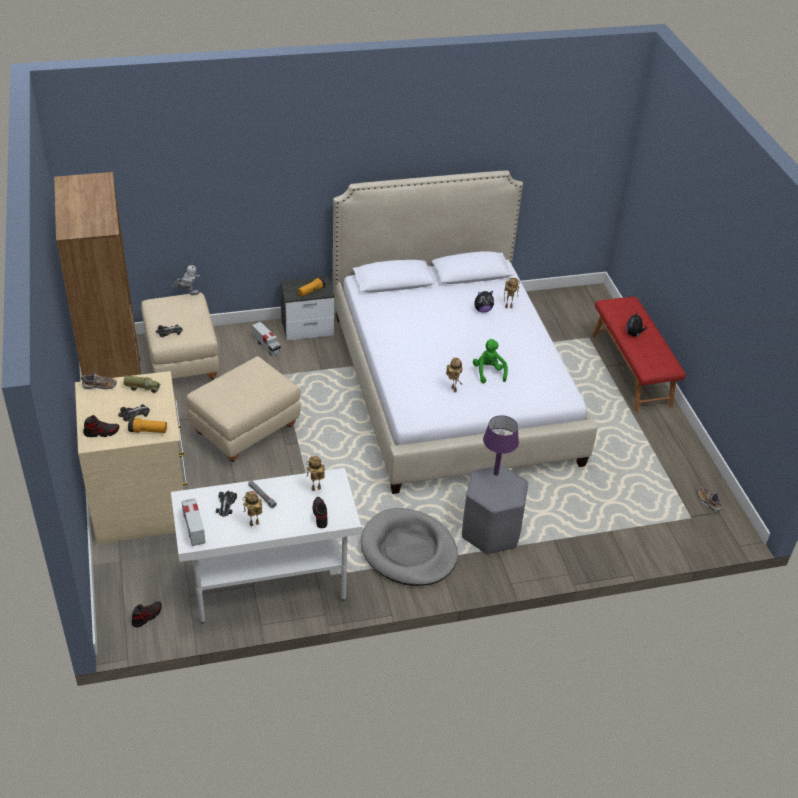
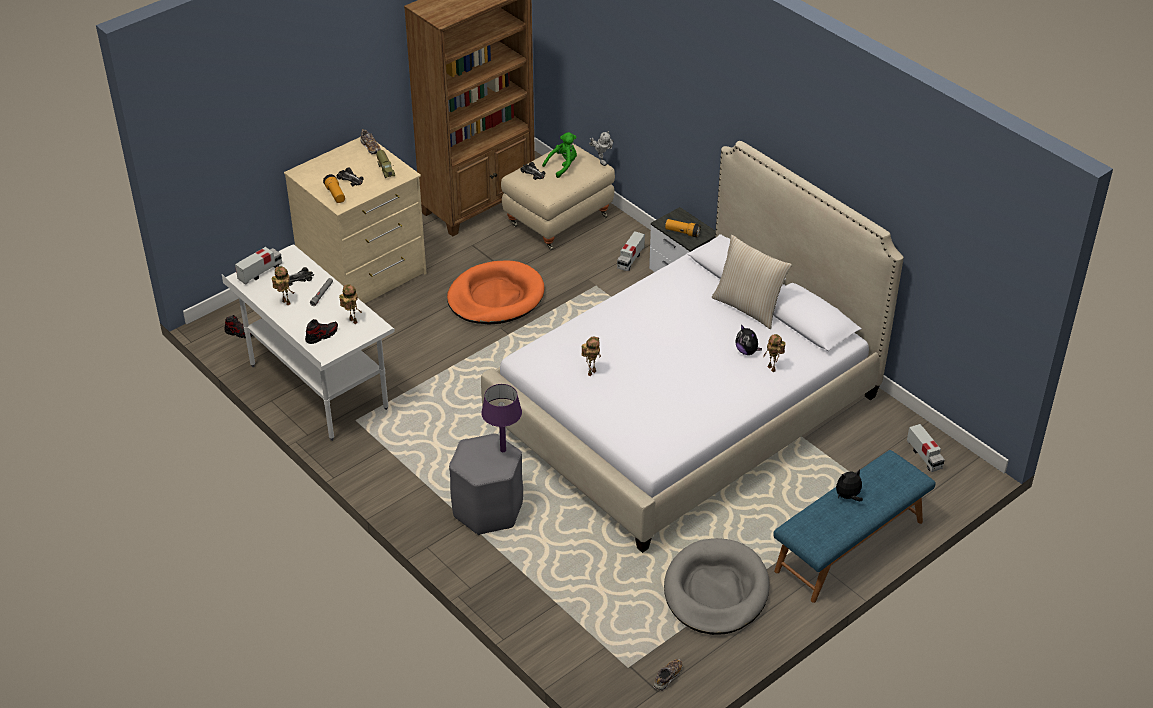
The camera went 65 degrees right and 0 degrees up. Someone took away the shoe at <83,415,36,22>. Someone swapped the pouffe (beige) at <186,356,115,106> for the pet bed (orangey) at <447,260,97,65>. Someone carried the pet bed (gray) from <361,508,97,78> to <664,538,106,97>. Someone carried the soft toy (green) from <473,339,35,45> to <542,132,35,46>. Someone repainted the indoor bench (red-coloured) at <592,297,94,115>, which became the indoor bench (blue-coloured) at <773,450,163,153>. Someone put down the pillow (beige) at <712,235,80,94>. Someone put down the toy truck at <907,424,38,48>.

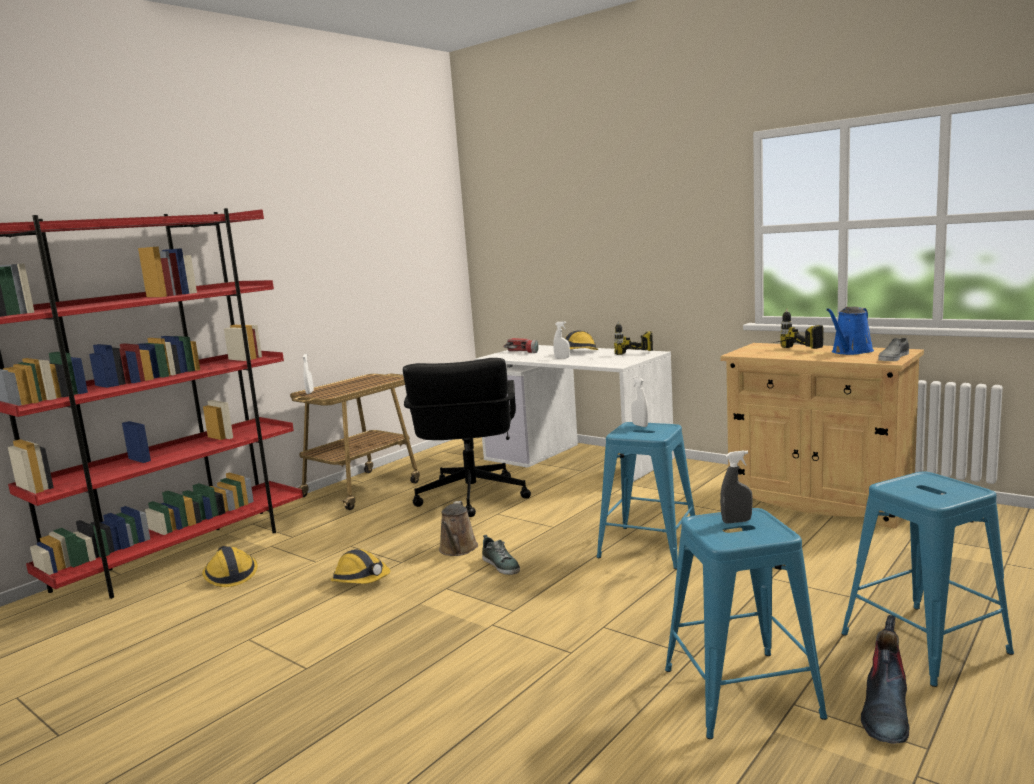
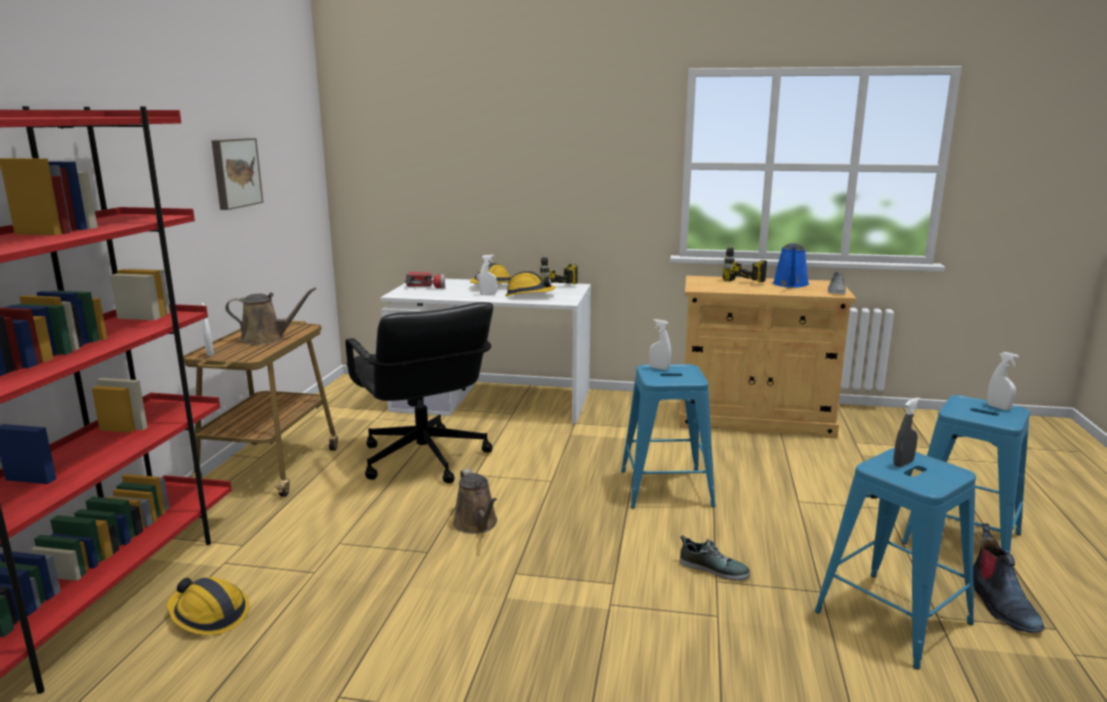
The camera went 30 degrees left and 5 degrees up. Someone carried the safety helmet from <331,549,59,35> to <505,271,51,25>. Someone carried the shoe from <482,535,38,40> to <680,535,70,46>. Someone put up the wall art at <211,138,52,72>. Someone put down the watering pot (brown-coloured) at <225,287,91,58>. Someone put down the spray bottle (white) at <987,352,32,58>.

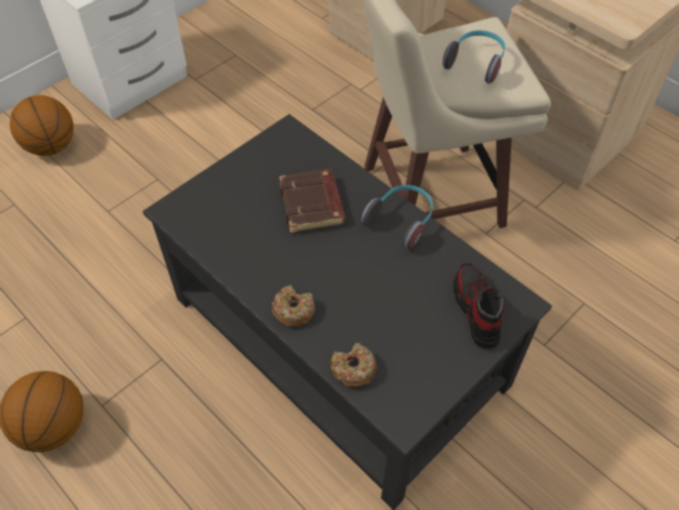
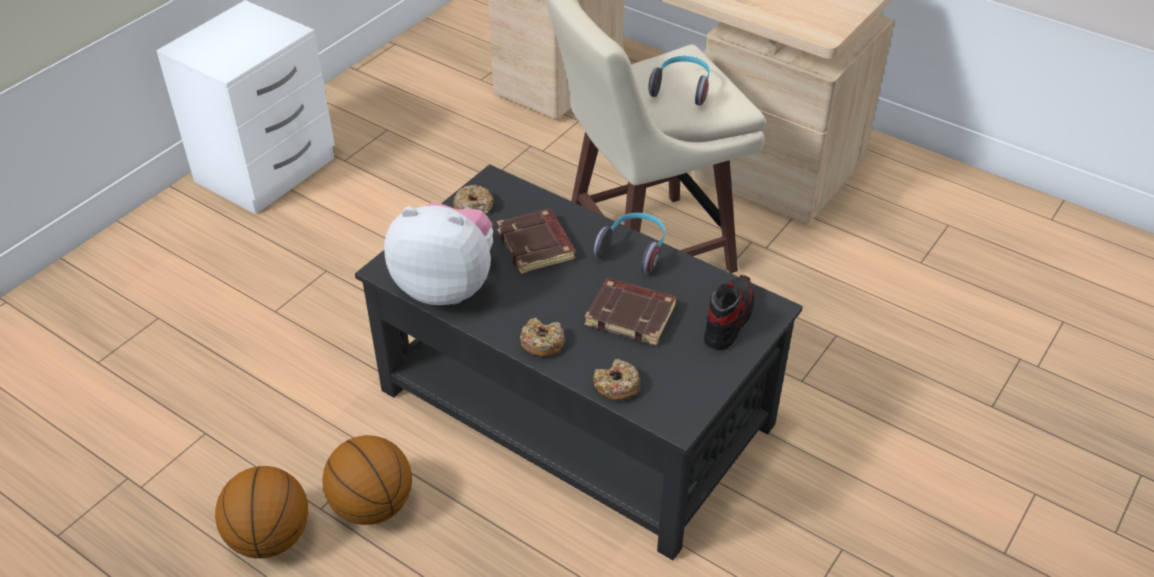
The camera went 10 degrees left and 10 degrees down. Someone carried the ball for basketball from <10,95,64,61> to <322,435,90,90>. Someone rotated the shoe at <453,263,52,86> by 45 degrees clockwise. Someone put down the soft toy at <384,203,109,102>. Someone put down the ring doughnut at <453,185,41,29>. Someone put down the bound book (brown-coloured) at <584,278,93,68>.

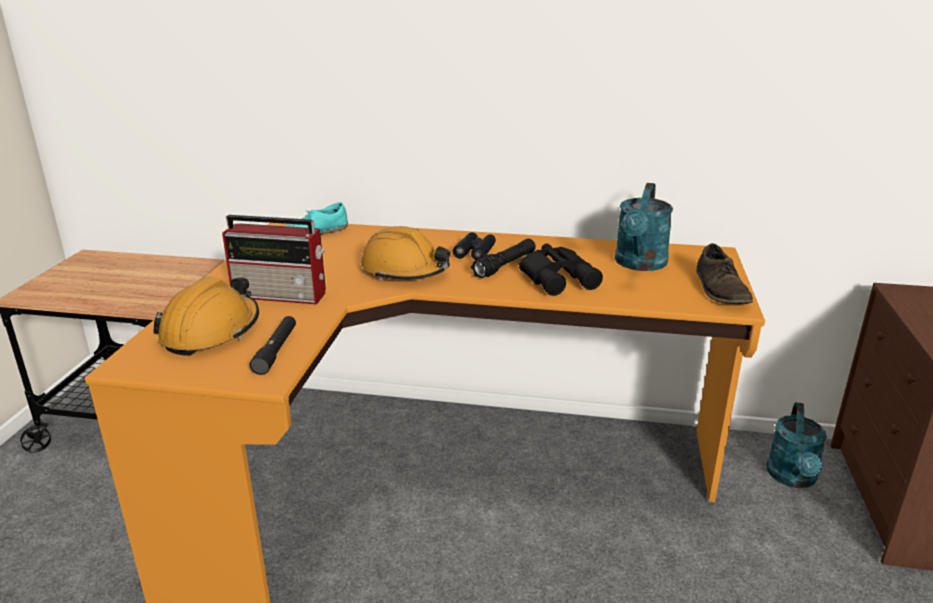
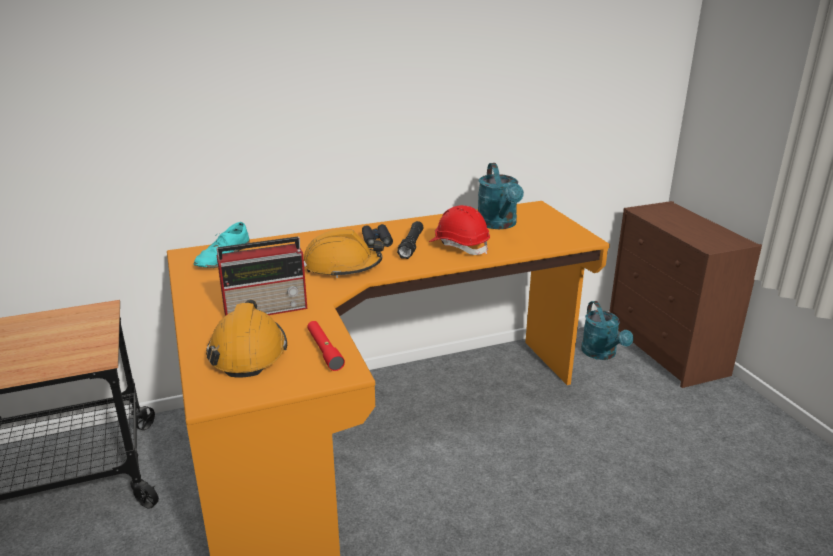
The camera went 30 degrees left and 0 degrees up. Someone repainted the flashlight (black-coloured) at <250,316,46,59>, which became the flashlight (red-coloured) at <307,321,38,50>. Someone swapped the field glasses (black-coloured) at <519,244,84,52> for the safety helmet (red-coloured) at <429,205,61,50>. Someone took away the shoe (brown-coloured) at <696,243,57,61>.

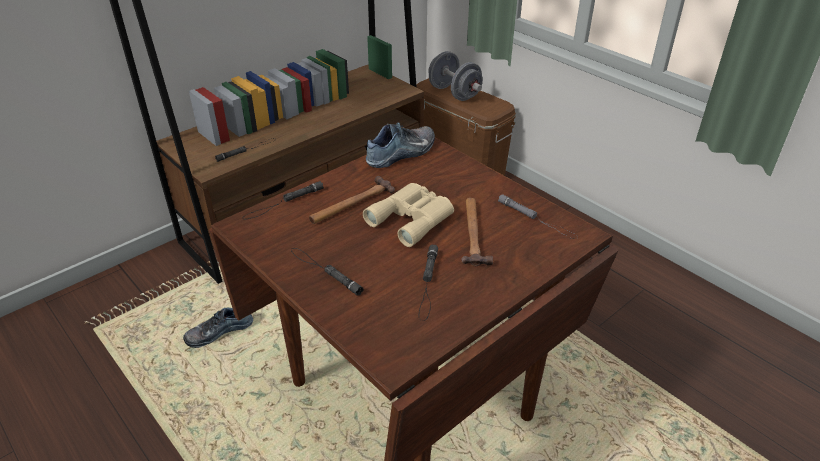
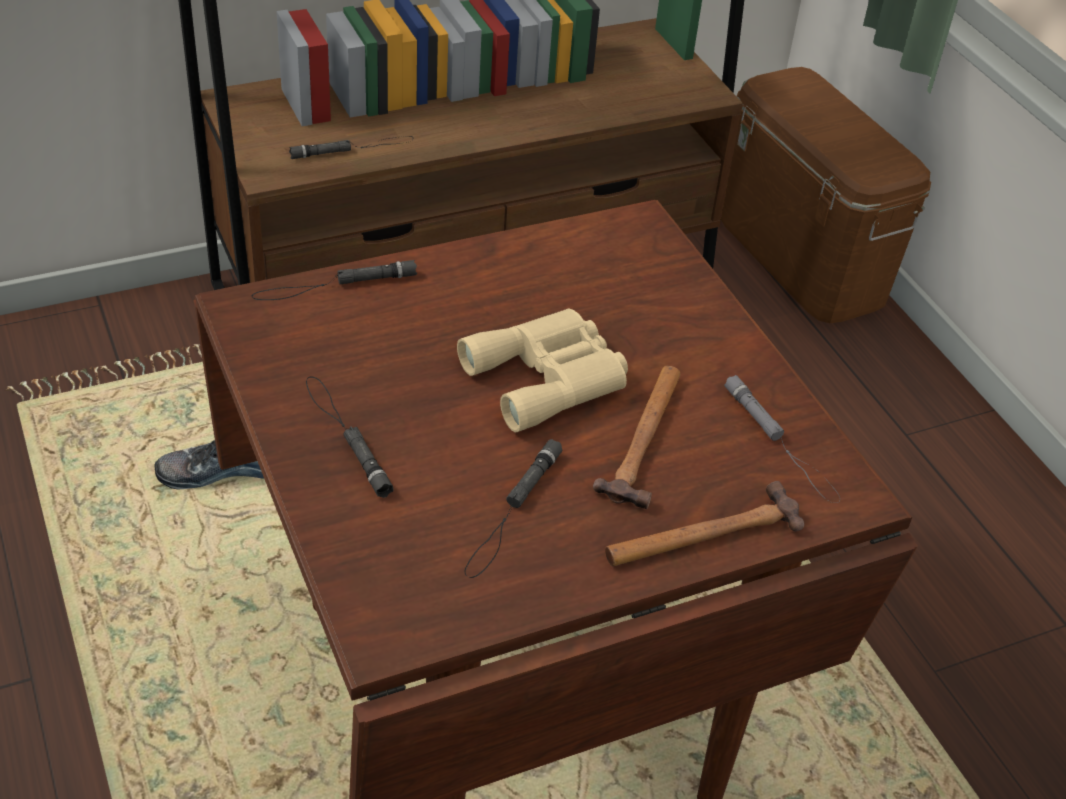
The camera went 15 degrees right and 5 degrees up. Someone carried the hammer from <309,176,86,48> to <605,481,199,85>. Someone took away the shoe at <366,122,69,46>. Someone took away the hand weight (gray) at <429,51,54,50>.

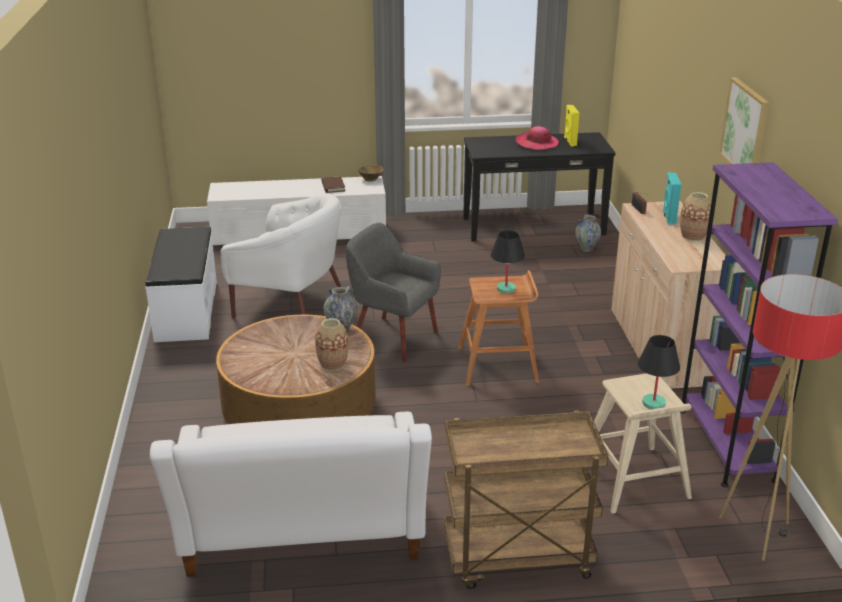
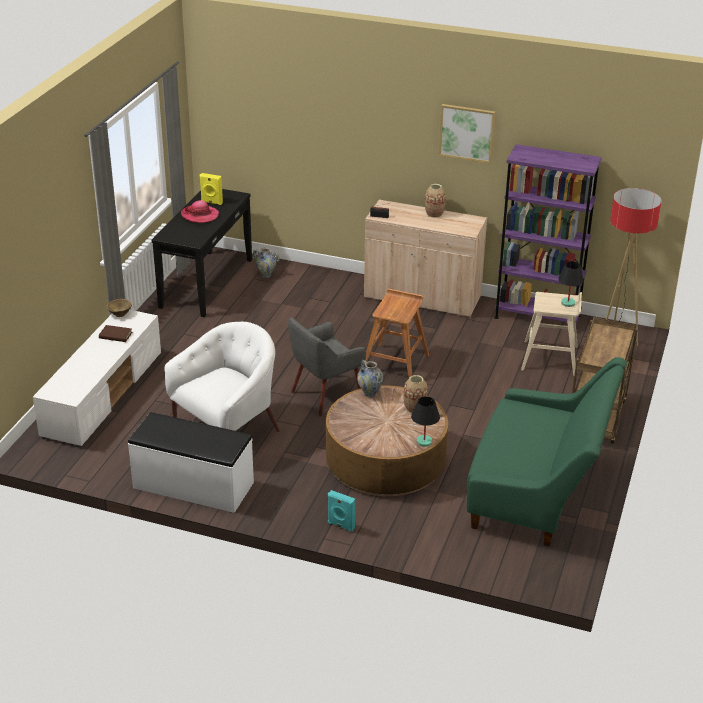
The camera went 65 degrees left and 5 degrees up. Someone repainted the sofa (white) at <150,412,282,165>, which became the sofa (green) at <467,357,160,189>. Someone carried the table lamp (black-coloured) from <491,230,34,63> to <411,396,29,51>. Someone carried the loudspeaker (turquoise-coloured) from <663,172,18,53> to <328,490,27,42>.

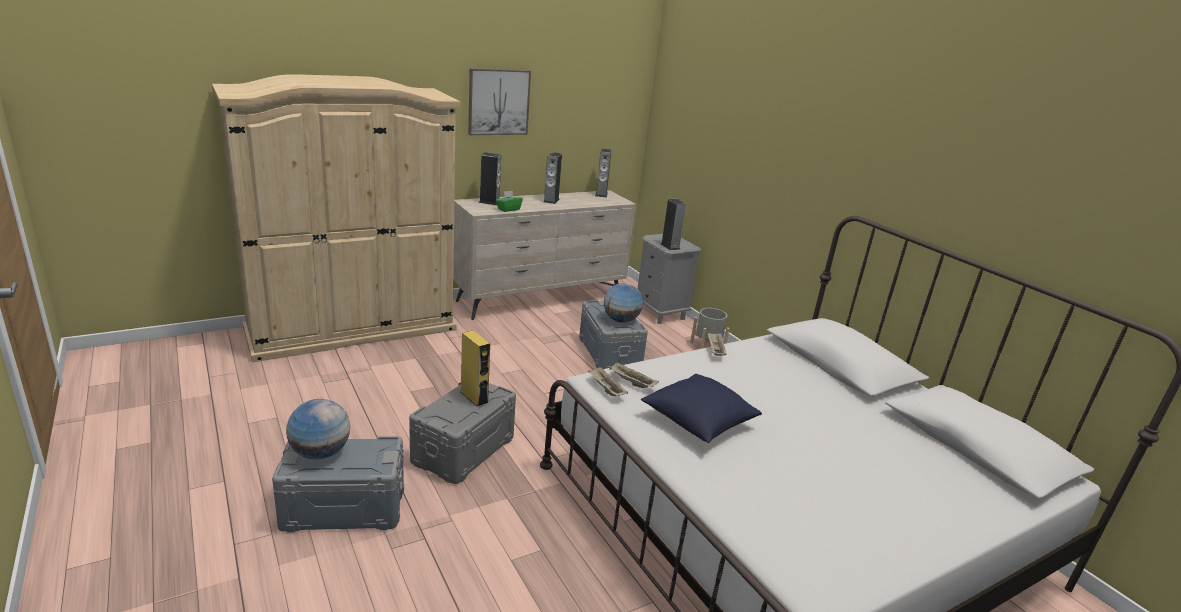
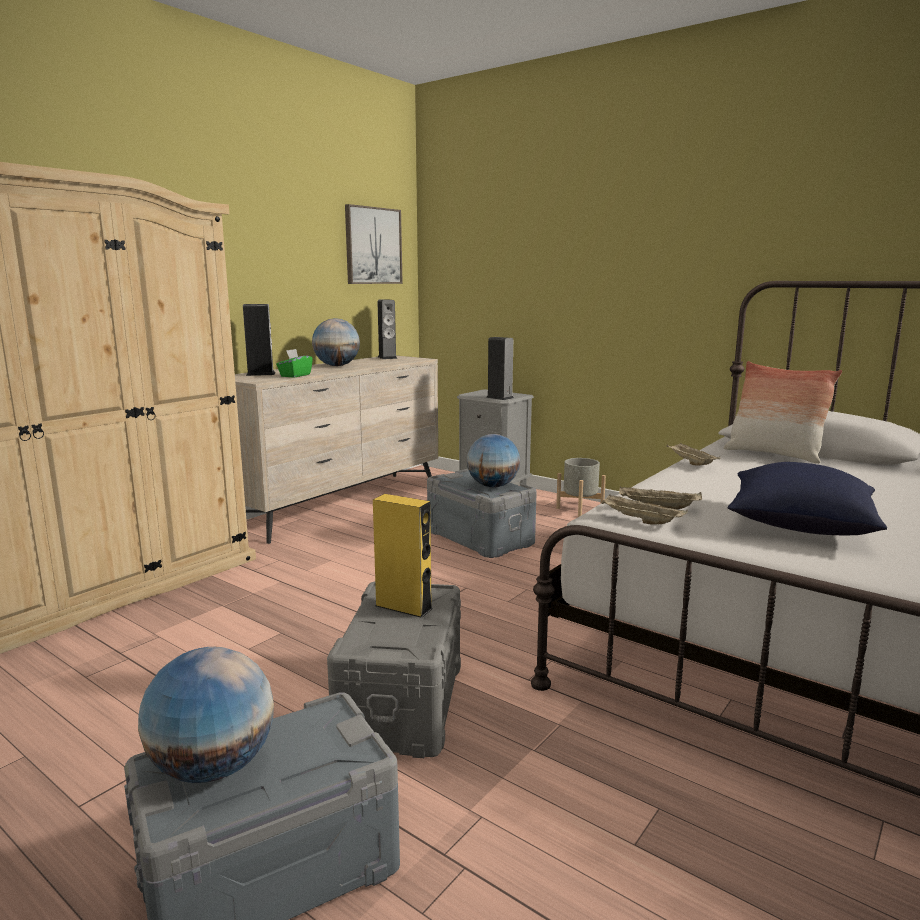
The camera went 20 degrees left and 10 degrees down. Someone carried the wall art from <468,68,63,67> to <345,204,58,80>. Someone swapped the loudspeaker at <543,152,19,52> for the globe at <312,318,48,48>. Someone put down the pillow at <724,361,118,103>.

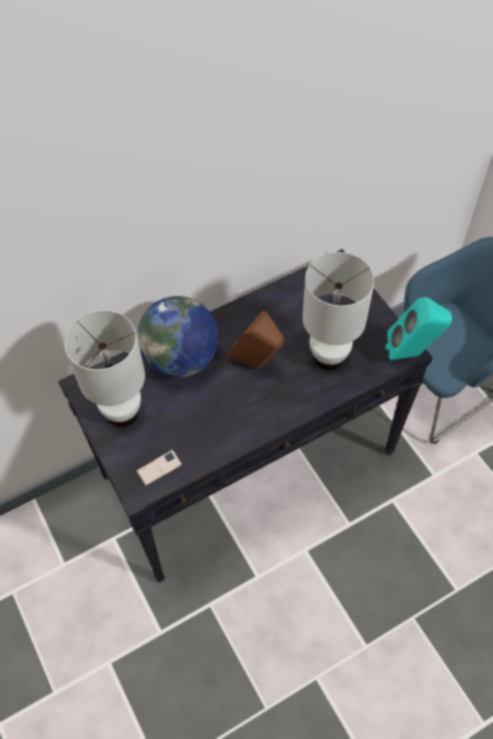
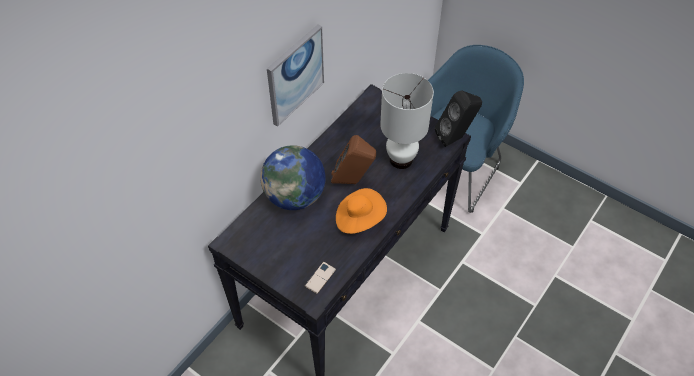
The camera went 25 degrees left and 5 degrees down. Someone took away the table lamp (white) at <64,310,81,117>. Someone repainted the loudspeaker (turquoise-coloured) at <385,297,67,64>, which became the loudspeaker (black-coloured) at <435,91,47,56>. Someone put up the wall art at <267,24,57,103>. Someone put down the hat (orangey) at <336,188,51,46>.

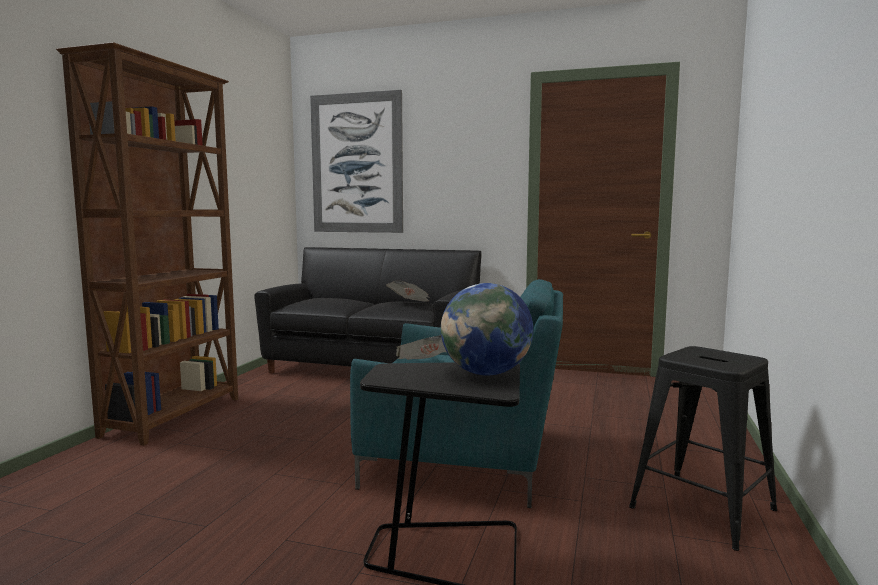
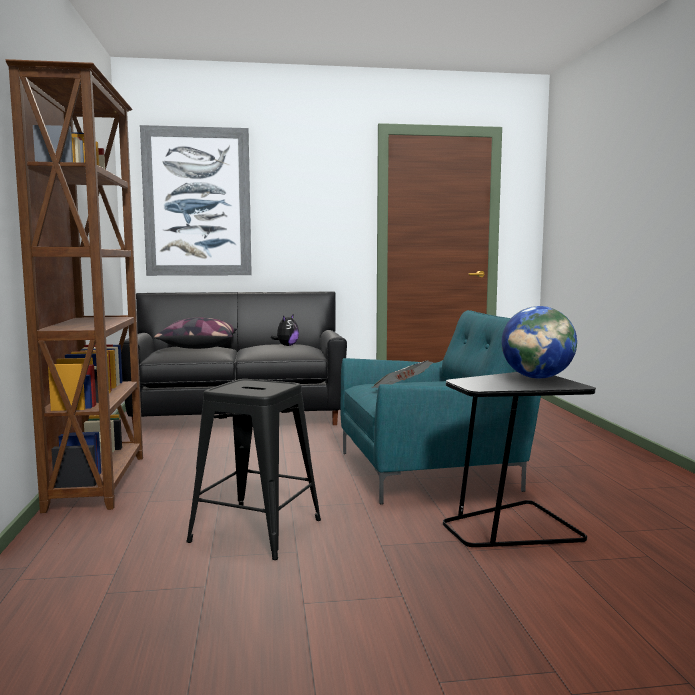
The camera went 25 degrees left and 0 degrees up. Someone swapped the daily paper at <386,281,44,21> for the soft toy at <271,315,28,31>. Someone carried the sitting stool (black-coloured) from <629,346,148,205> to <186,379,135,181>. Someone put down the pillow at <154,317,83,32>.

